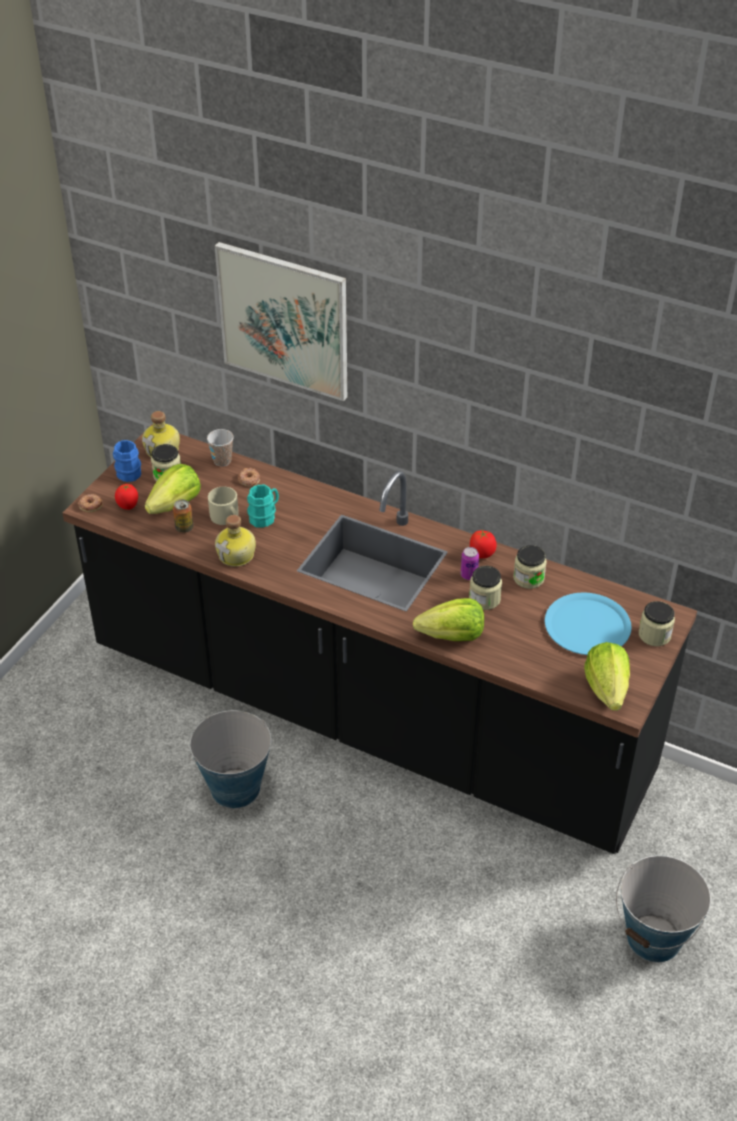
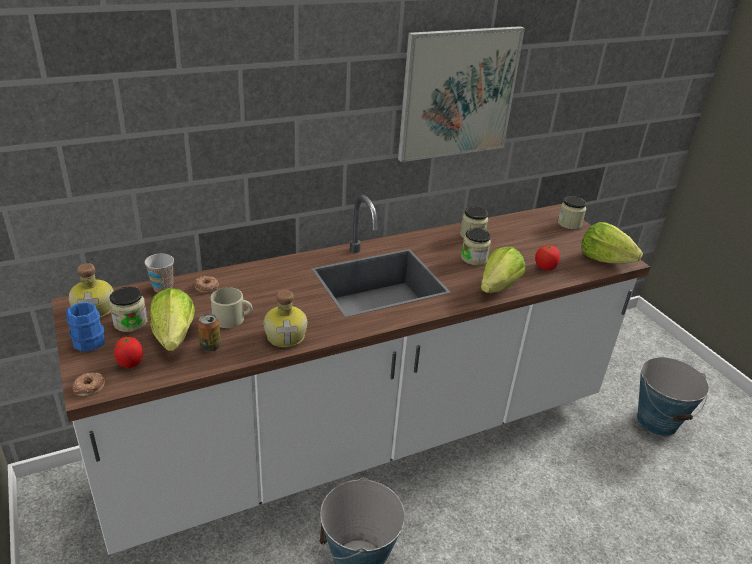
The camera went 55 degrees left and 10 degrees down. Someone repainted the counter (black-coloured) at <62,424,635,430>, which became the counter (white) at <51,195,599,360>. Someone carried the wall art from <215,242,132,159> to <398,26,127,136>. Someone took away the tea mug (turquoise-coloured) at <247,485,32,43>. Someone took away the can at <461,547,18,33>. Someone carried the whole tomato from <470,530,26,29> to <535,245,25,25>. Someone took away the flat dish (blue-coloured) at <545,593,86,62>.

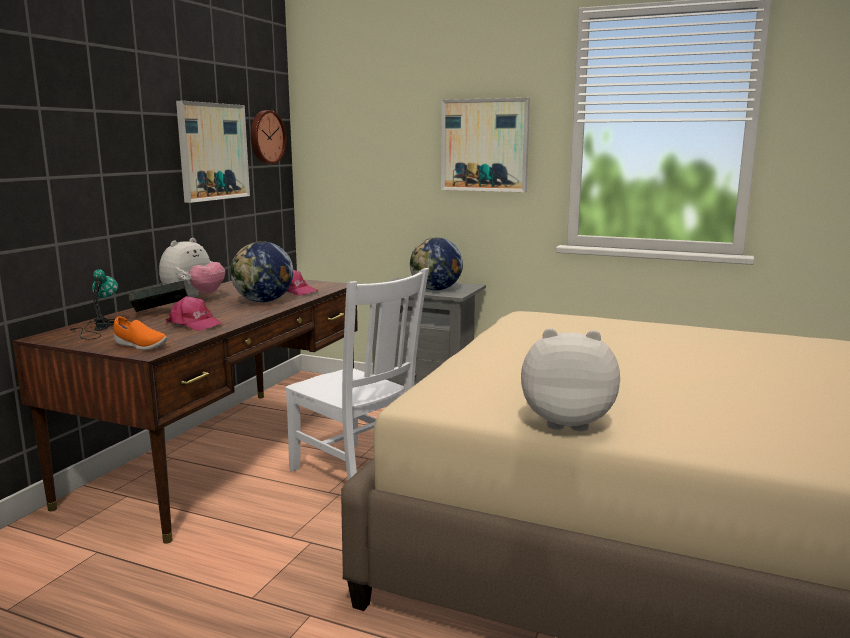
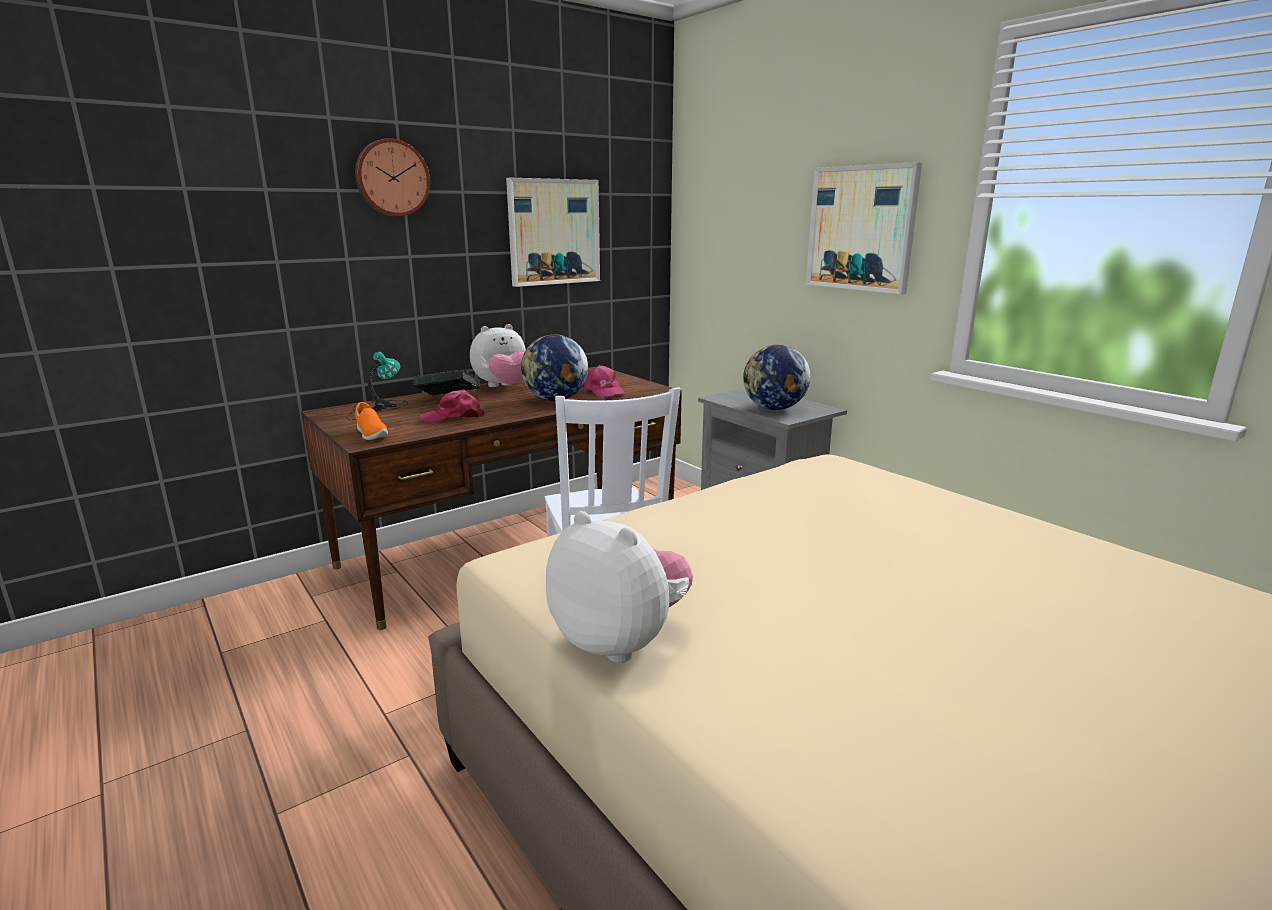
The camera went 30 degrees right and 5 degrees up. Someone rotated the cap (pink-coloured) at <166,296,57,35> by 105 degrees clockwise. Someone carried the wall clock from <251,110,36,54> to <355,138,75,78>.

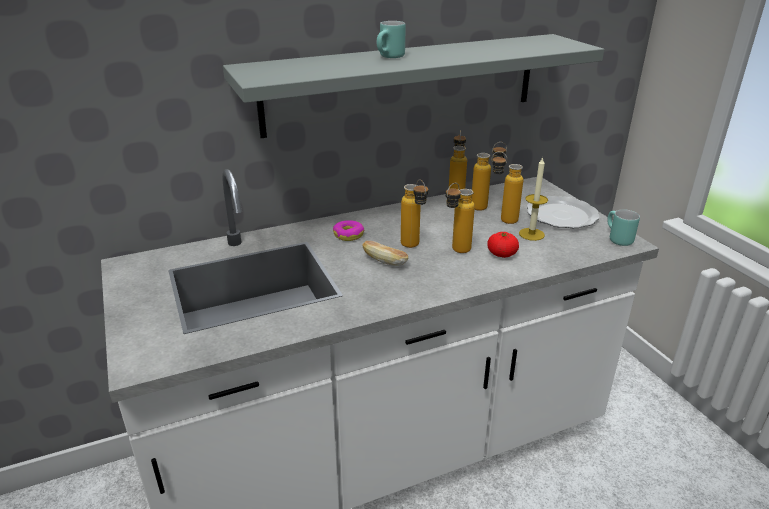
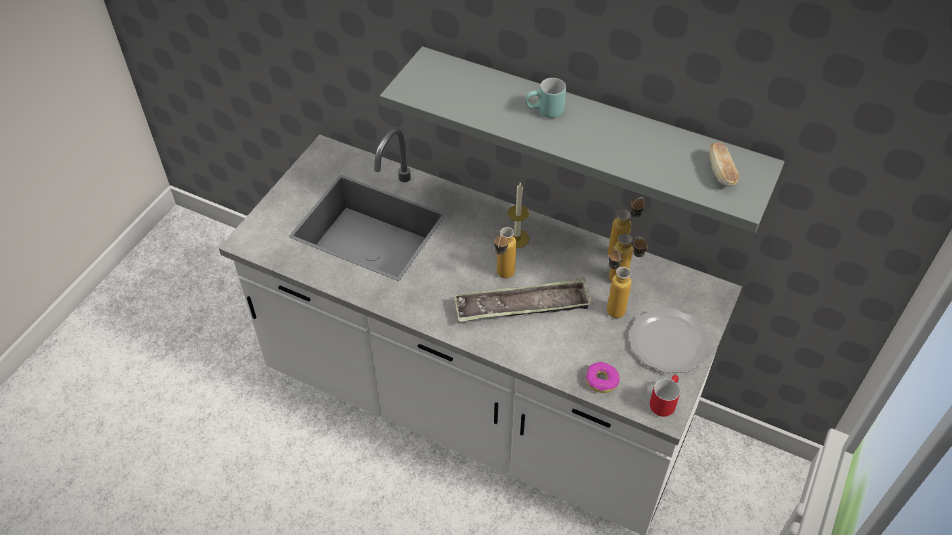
The camera went 50 degrees right and 20 degrees up. Someone carried the ring doughnut from <333,220,31,21> to <585,362,35,31>. Someone carried the bakery bread from <362,241,47,25> to <709,142,30,45>. Someone swapped the beverage bottle at <446,183,29,70> for the tray at <454,278,138,44>. Someone took away the whole tomato at <487,232,32,26>. Someone carried the wax candle from <519,156,29,85> to <508,183,21,65>. Someone repainted the tea mug (turquoise-coloured) at <607,209,33,37>, which became the tea mug (red-coloured) at <650,375,30,42>.

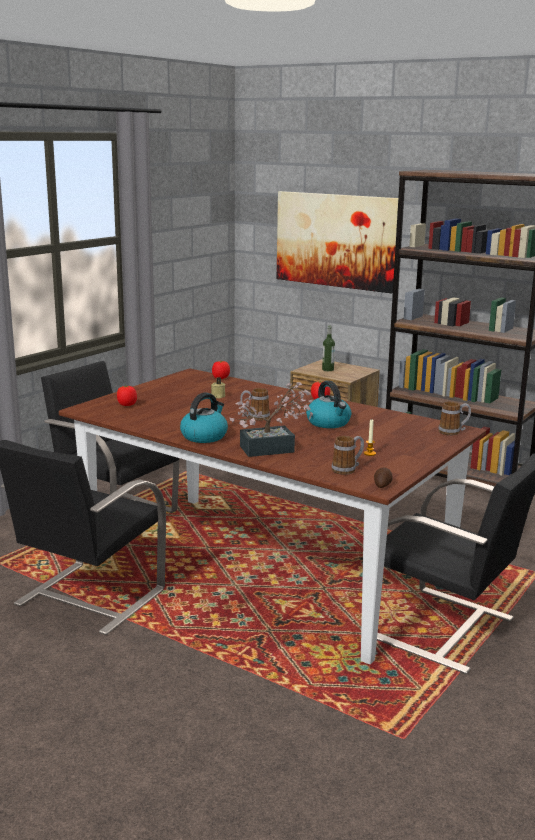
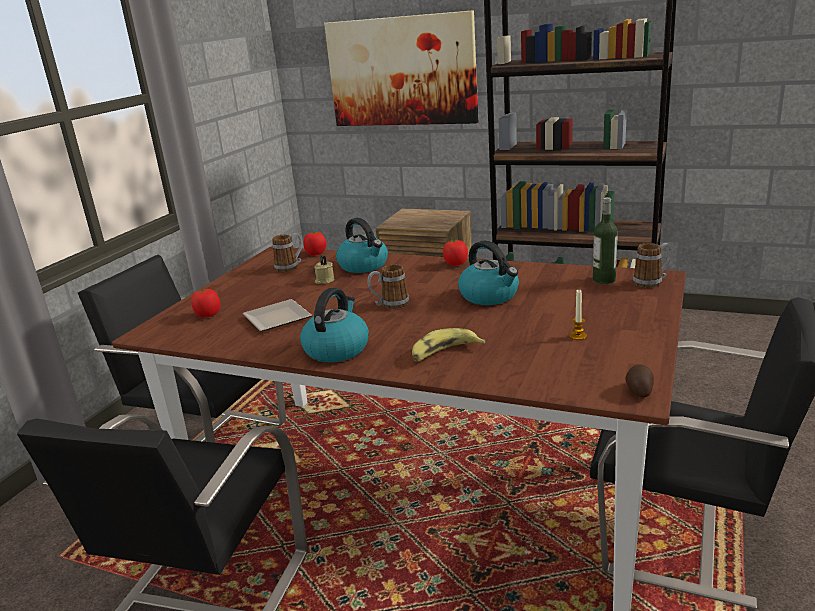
The camera went 10 degrees left and 5 degrees up. Someone swapped the houseplant at <230,382,83,75> for the banana fruit at <412,328,74,33>. Someone carried the beverage bottle from <322,326,13,45> to <593,197,25,87>. Someone carried the tea mug from <332,436,32,39> to <272,233,31,39>. Someone put down the flat dish at <243,299,69,33>. Someone put down the tea kettle at <336,218,52,55>.

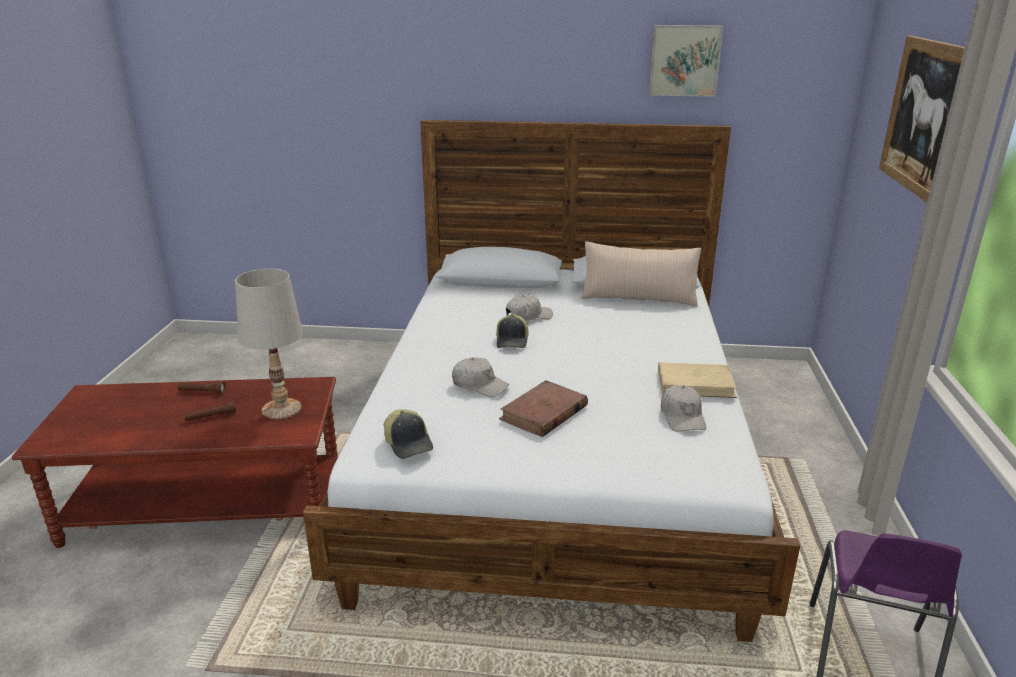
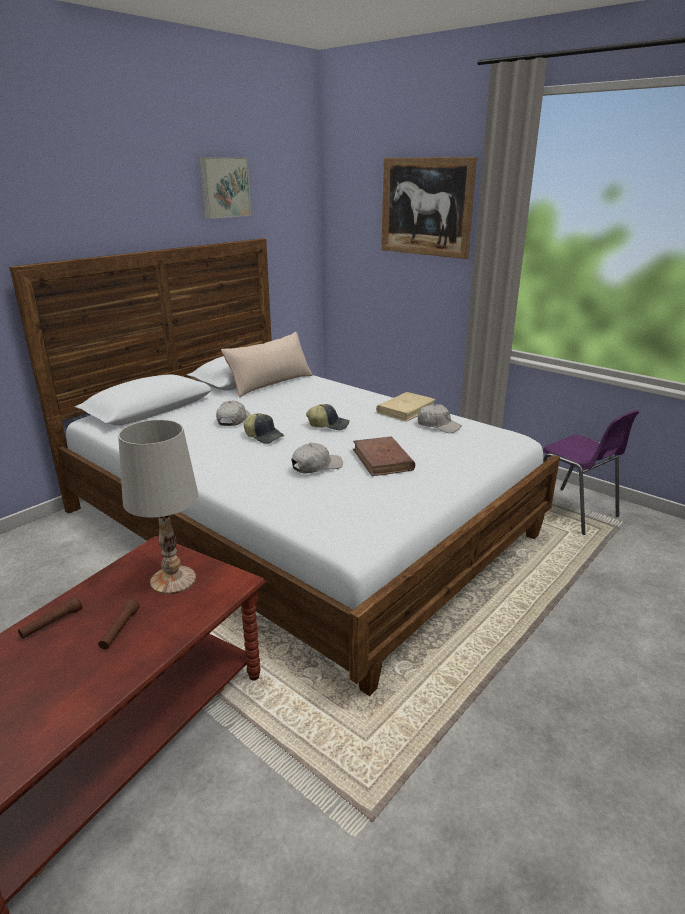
The camera went 55 degrees left and 0 degrees up. Someone carried the cap from <384,409,49,50> to <306,404,44,26>.

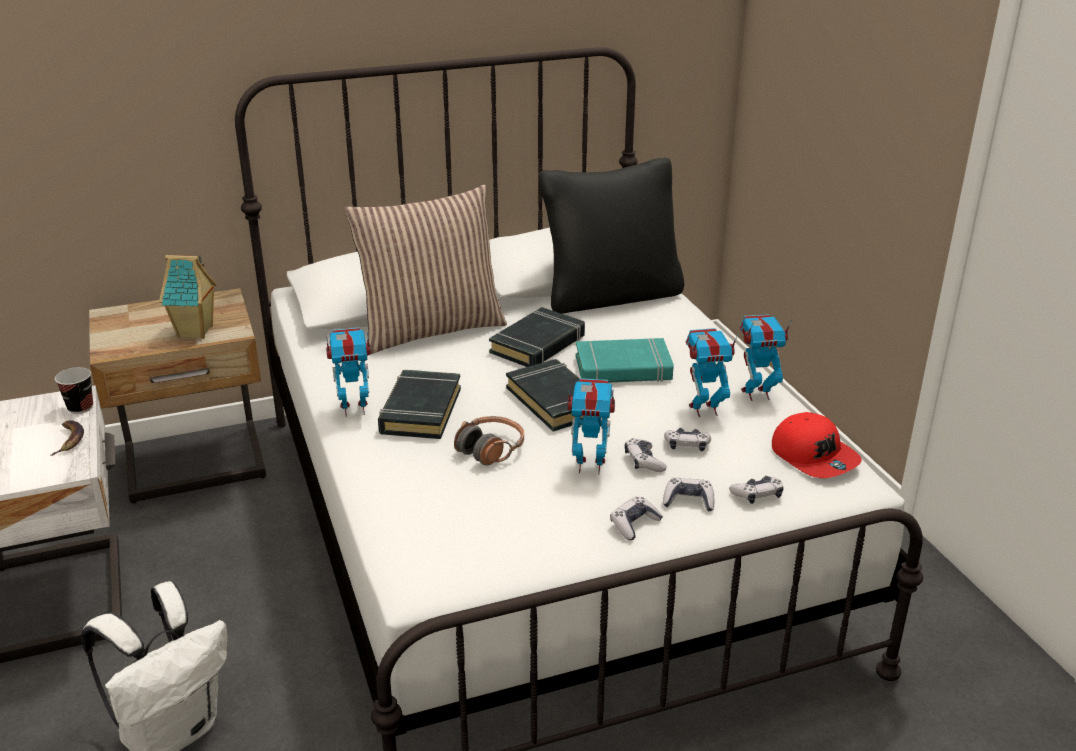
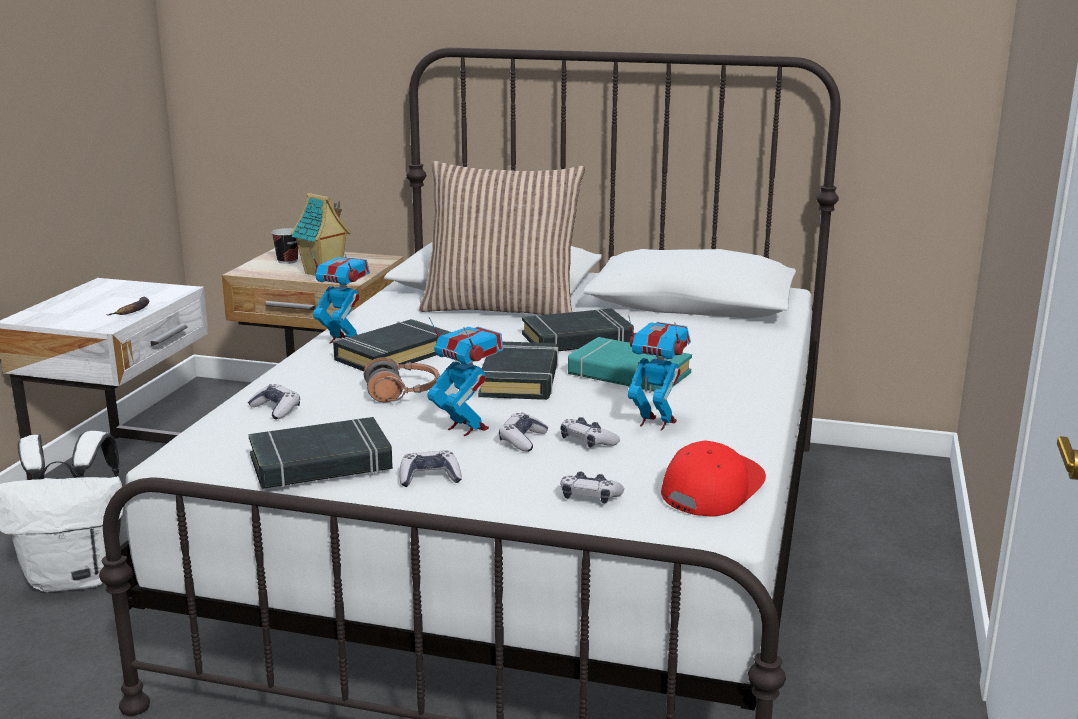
The camera went 35 degrees right and 10 degrees down. Someone carried the small cup from <55,367,38,47> to <271,228,27,36>. Someone took away the pillow (black-coloured) at <538,158,146,156>. Someone carried the game controller from <663,477,51,35> to <248,384,52,35>. Someone took away the robot figure at <739,314,53,87>. Someone rotated the cap (red-coloured) at <772,412,90,66> by 150 degrees counterclockwise. Someone put down the bound book (black-coloured) at <248,417,145,72>.

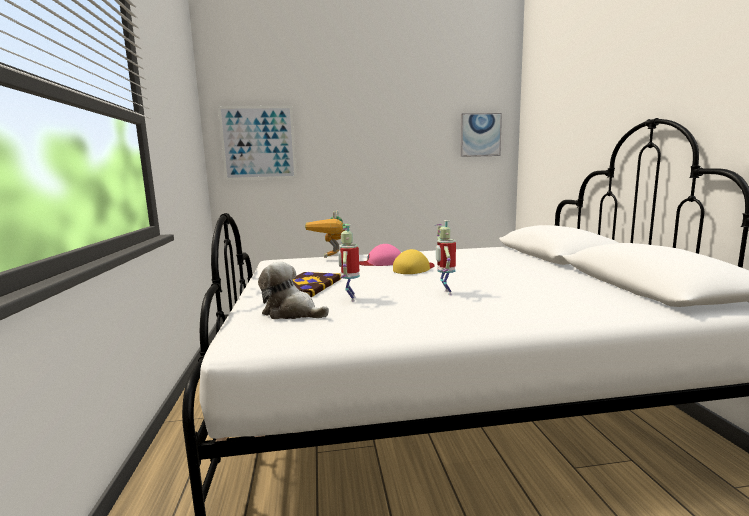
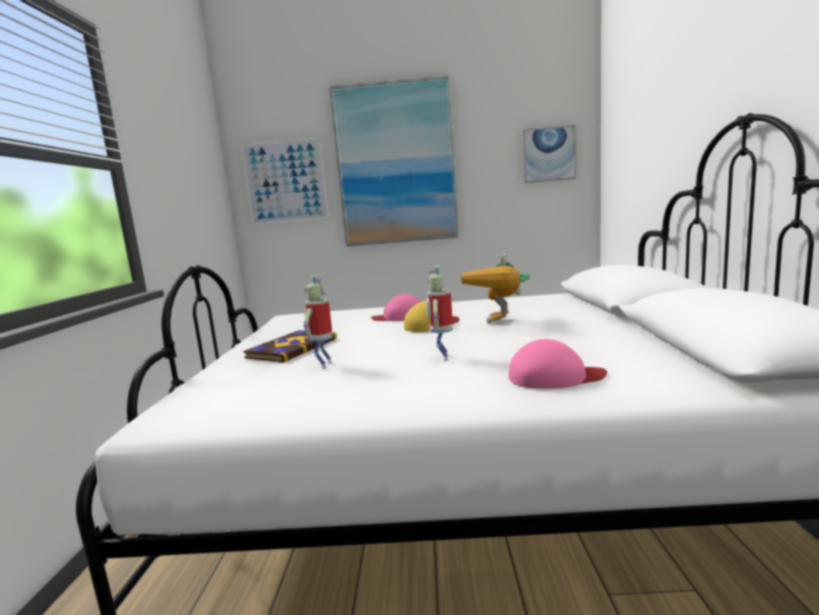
The camera went 10 degrees right and 0 degrees up. Someone took away the soft toy at <258,261,71,58>. Someone carried the robot figure from <305,210,45,48> to <461,253,69,71>. Someone put up the wall art at <329,75,130,171>. Someone put down the cap (pink-coloured) at <509,339,98,50>.

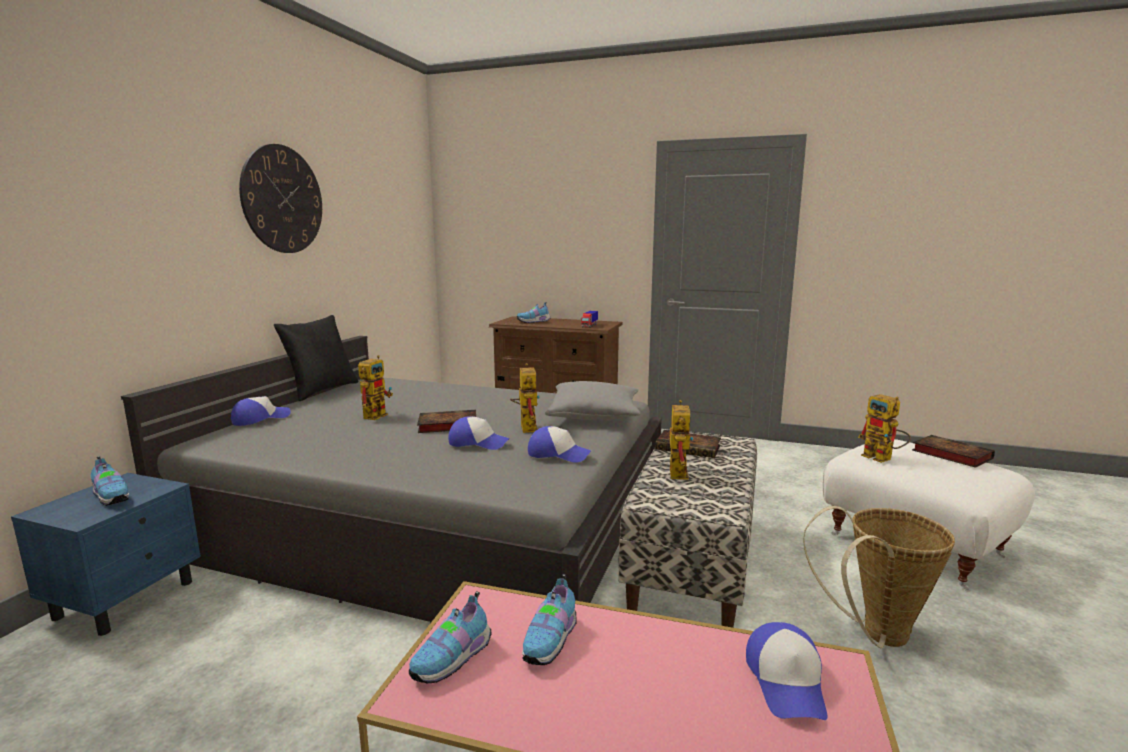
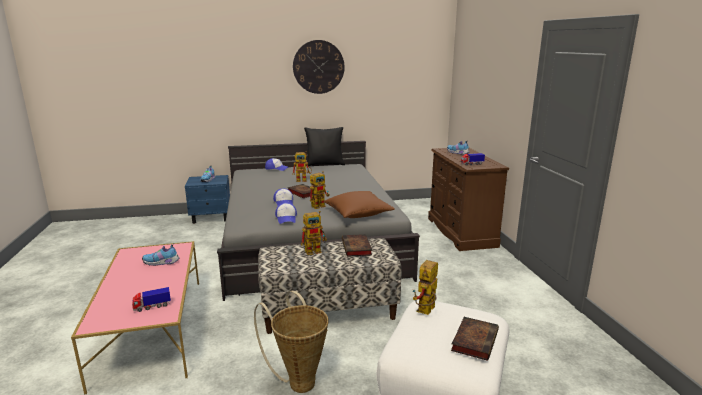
The camera went 60 degrees right and 5 degrees up. Someone took away the shoe at <409,591,82,92>. Someone repainted the pillow (gray) at <545,381,95,39>, which became the pillow (brown-coloured) at <324,191,71,27>. Someone swapped the cap at <746,622,81,98> for the toy truck at <132,287,39,25>.

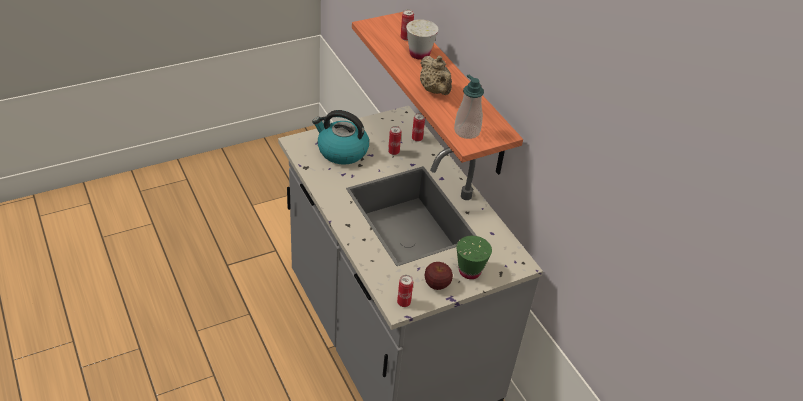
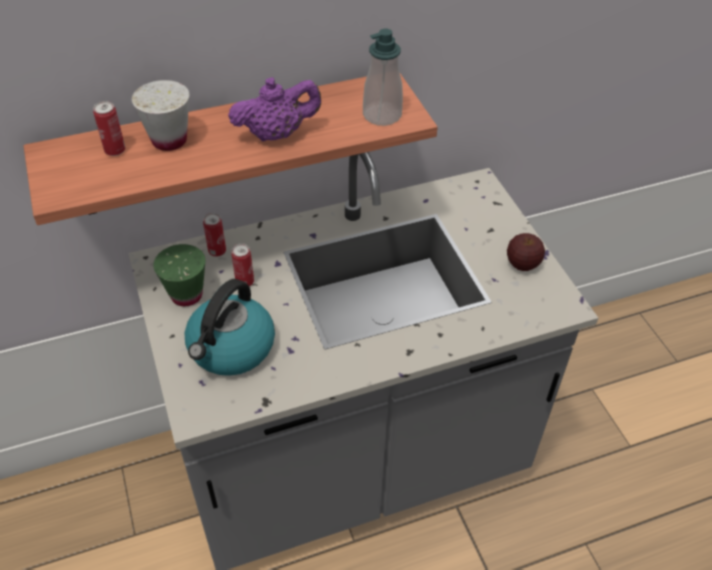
The camera went 80 degrees left and 5 degrees up. Someone took away the can at <397,275,16,32>. Someone repainted the tea pot (beige) at <420,56,32,39>, which became the tea pot (purplish) at <228,77,93,65>. Someone carried the small cup (green) from <456,236,36,43> to <153,244,52,62>.

